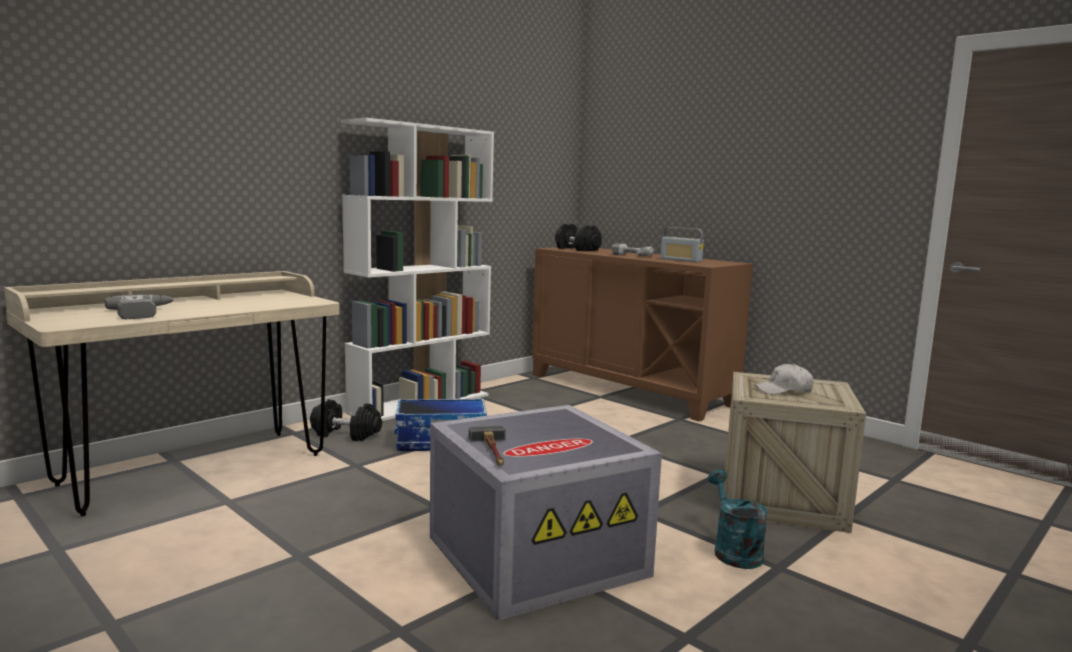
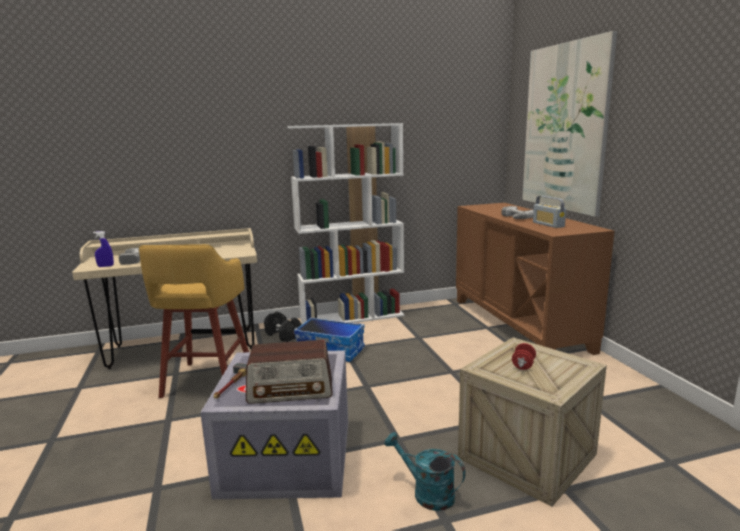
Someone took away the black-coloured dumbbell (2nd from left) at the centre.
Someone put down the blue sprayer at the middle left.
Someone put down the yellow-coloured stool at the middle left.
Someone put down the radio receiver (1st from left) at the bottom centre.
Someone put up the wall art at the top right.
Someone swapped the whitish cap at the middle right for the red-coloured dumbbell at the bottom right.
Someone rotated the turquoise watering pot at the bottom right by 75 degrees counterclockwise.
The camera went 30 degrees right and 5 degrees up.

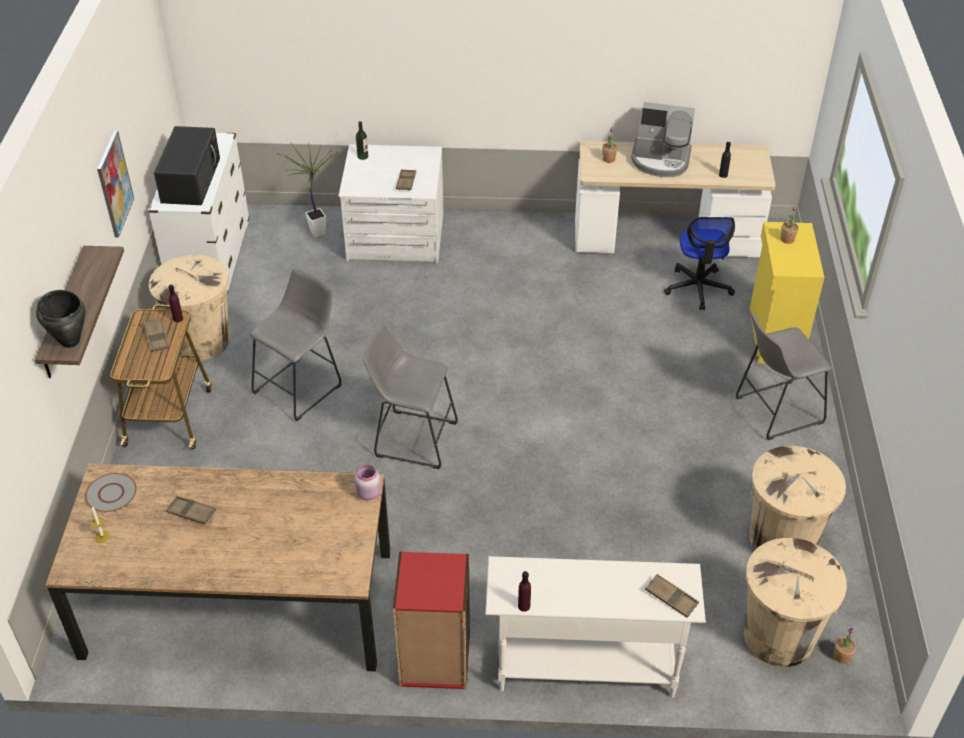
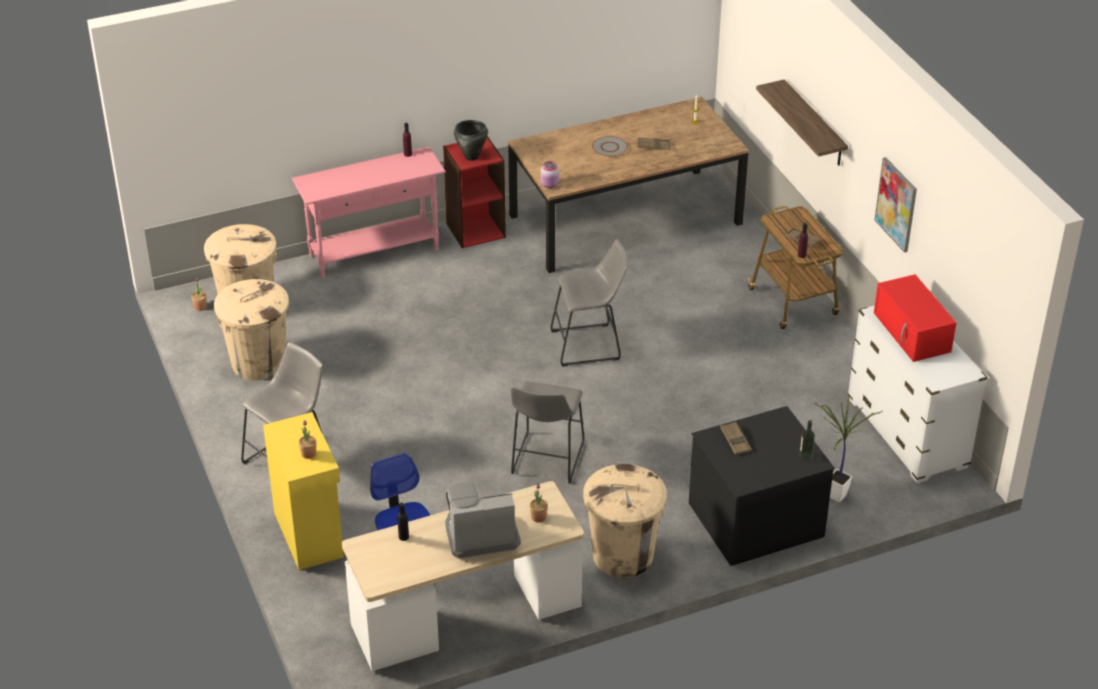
Someone took away the brown-coloured serving tray (4th from left) at the bottom right.
Someone carried the black-coloured saucepot from the middle left to the top centre.
Someone carried the gray flat dish from the bottom left to the top centre.
Someone carried the beige-coloured rubbish bin (1st from left in the first image) from the middle left to the bottom centre.
Someone carried the gray stool (1st from left in the first image) from the middle left to the centre.
Someone repainted the black-coloured microwave oven at the top left, which became the red-coloured microwave oven at the middle right.
Someone repainted the whitish drawer chest (2nd from left) at the top centre, which became the black-coloured drawer chest at the bottom right.
Someone repainted the whitish console table at the bottom centre, which became the pinkish console table at the top centre.
The camera went 155 degrees right and 5 degrees down.

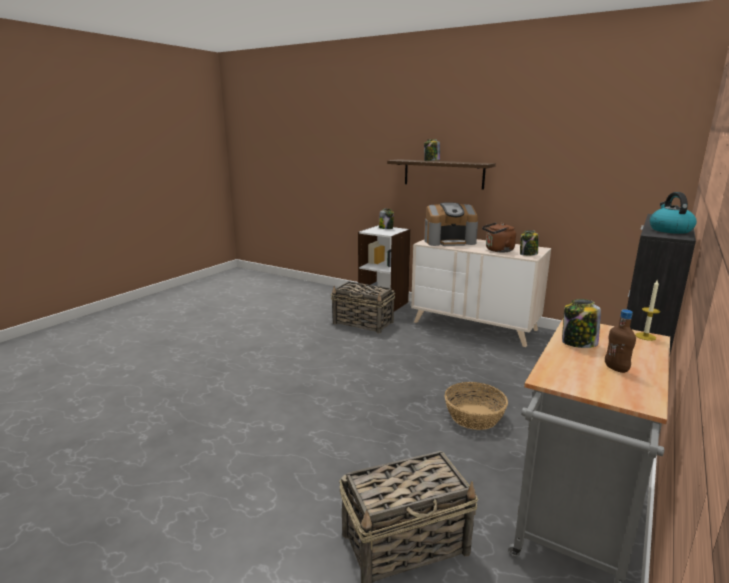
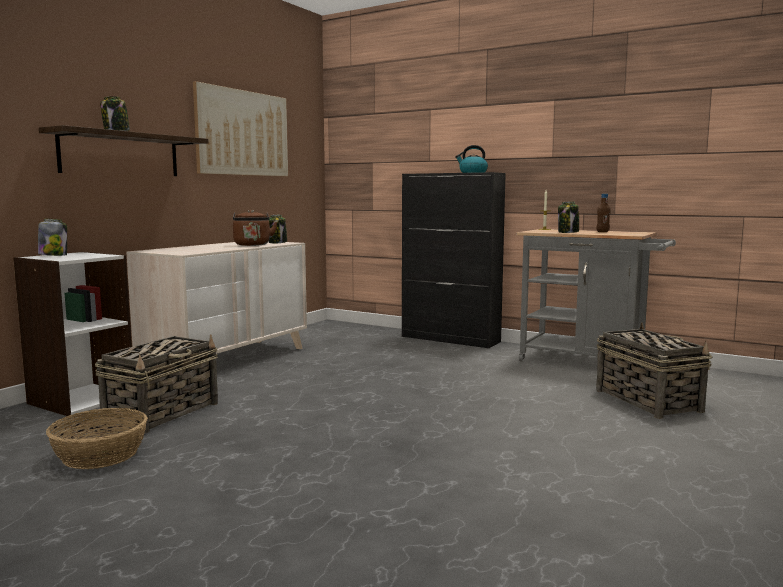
Someone took away the coffee maker at the centre.
Someone put up the wall art at the top left.
Someone carried the storage basket (3rd from left in the first image) from the bottom centre to the bottom left.
The camera went 90 degrees left and 10 degrees down.

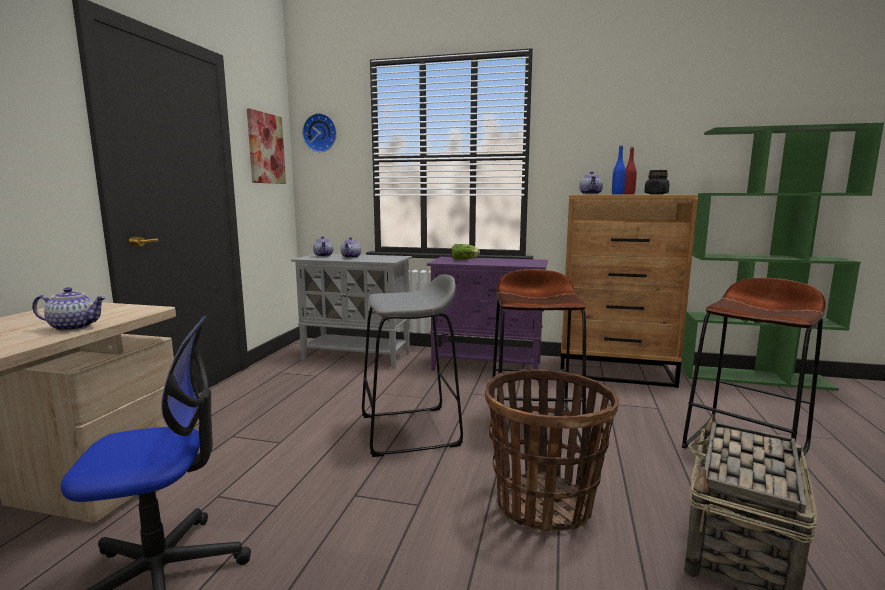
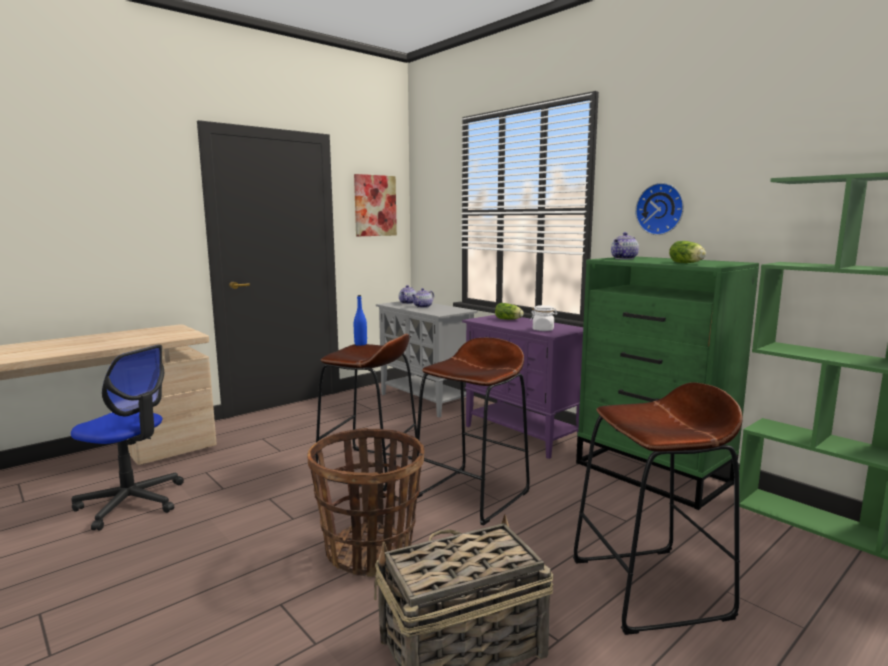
Someone took away the teapot (1st from left) at the middle left.
Someone took away the red-coloured bottle at the top right.
Someone put down the whitish storage jar at the centre.
Someone carried the wall clock from the top centre to the top right.
Someone carried the blue bottle from the top right to the centre.
Someone swapped the black-coloured storage jar at the top right for the head of lettuce (2nd from left) at the middle right.
Someone repainted the gray stool at the centre, which became the brown-coloured stool (1st from left) at the centre.
Someone repainted the brown-coloured drawer chest at the middle right, which became the green drawer chest at the middle right.
The camera went 35 degrees right and 0 degrees up.

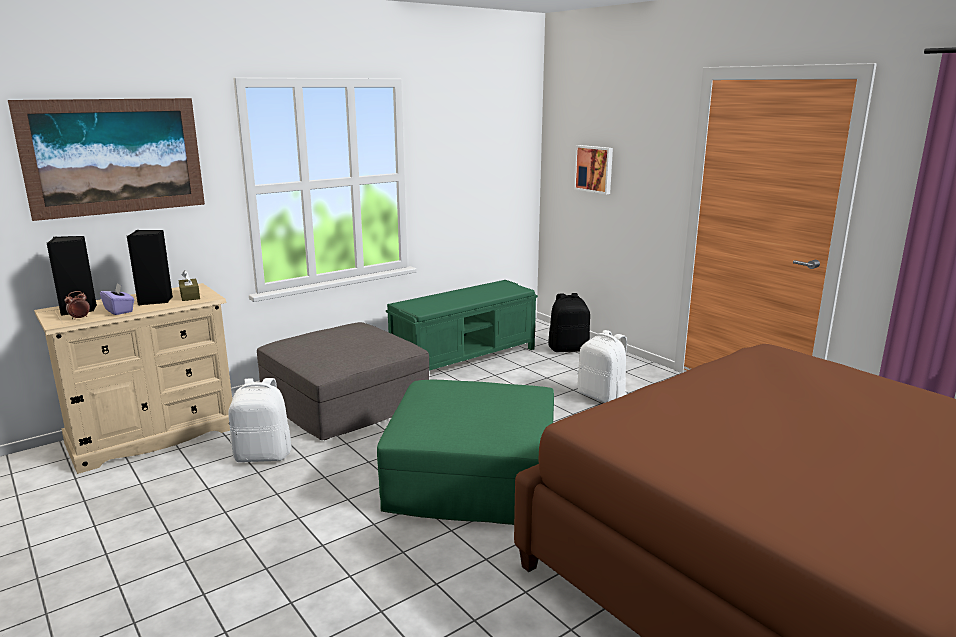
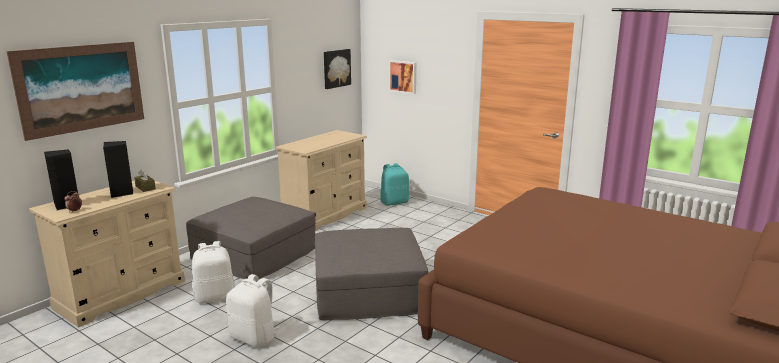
Someone took away the purple-coloured box of tissues at the middle left.
Someone put up the wall art (2nd from left) at the top centre.
Someone carried the whitish knapsack (2nd from left) from the centre to the bottom left.
Someone swapped the green indoor bench at the centre for the beige-coloured drawer chest (2nd from left) at the centre.
Someone repainted the green ottoman at the bottom centre, which became the gray ottoman (2nd from left) at the bottom centre.
Someone repainted the black-coloured knapsack at the centre, which became the turquoise knapsack at the centre.
The camera went 15 degrees left and 0 degrees up.

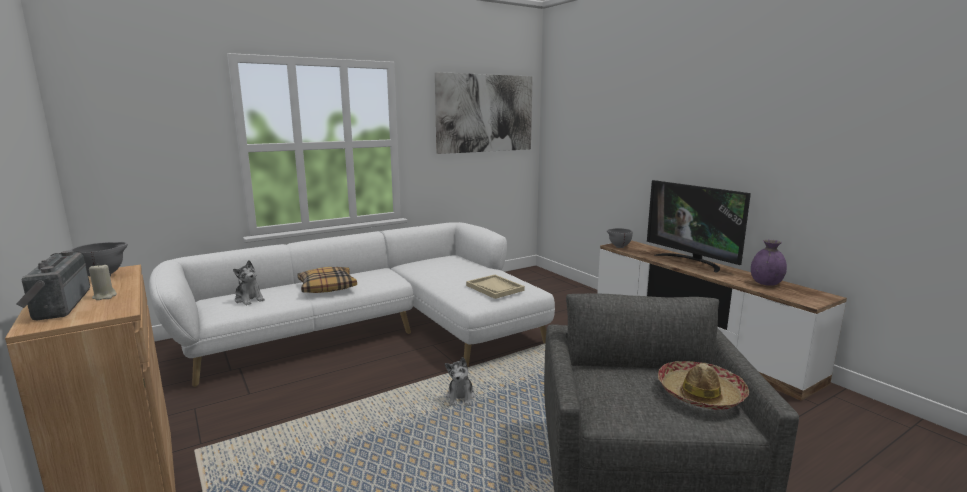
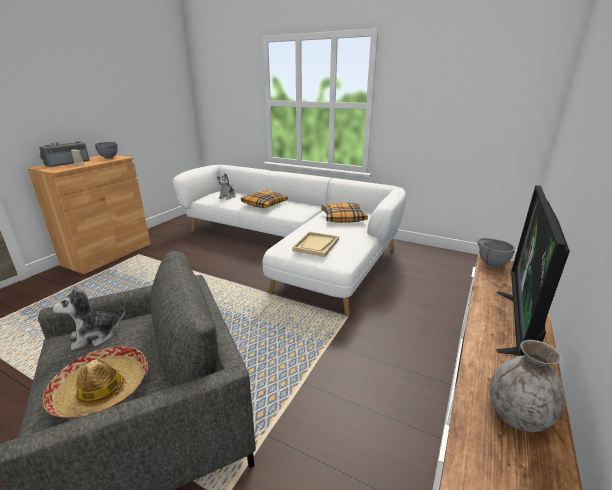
Someone took away the wall art at the top centre.
Someone put down the throw pillow (2nd from left) at the centre.
Someone carried the soft toy (2nd from left in the first image) from the bottom centre to the middle left.
Someone repainted the purple-coloured flower vase at the middle right, which became the gray flower vase at the bottom right.
The camera went 60 degrees right and 10 degrees up.

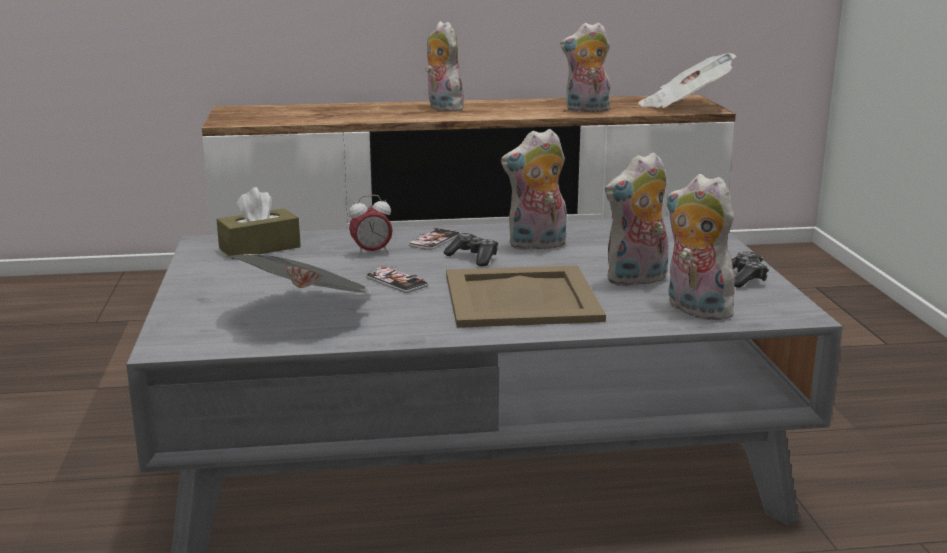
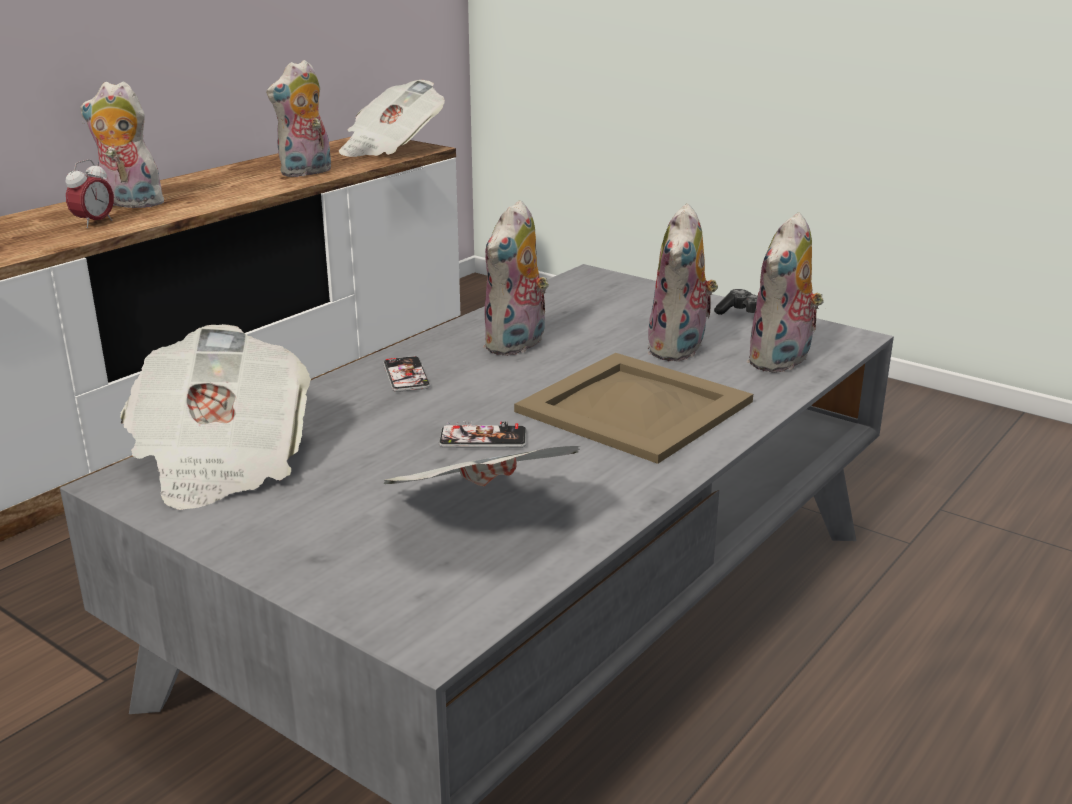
Someone took away the gamepad (1st from left) at the centre.
Someone carried the bedside clock from the centre to the top left.
Someone swapped the brown-coloured box of tissues at the middle left for the newspaper (1st from left) at the middle left.
Someone rotated the soft toy (5th from left) at the middle right by 60 degrees counterclockwise.
The camera went 45 degrees left and 5 degrees up.

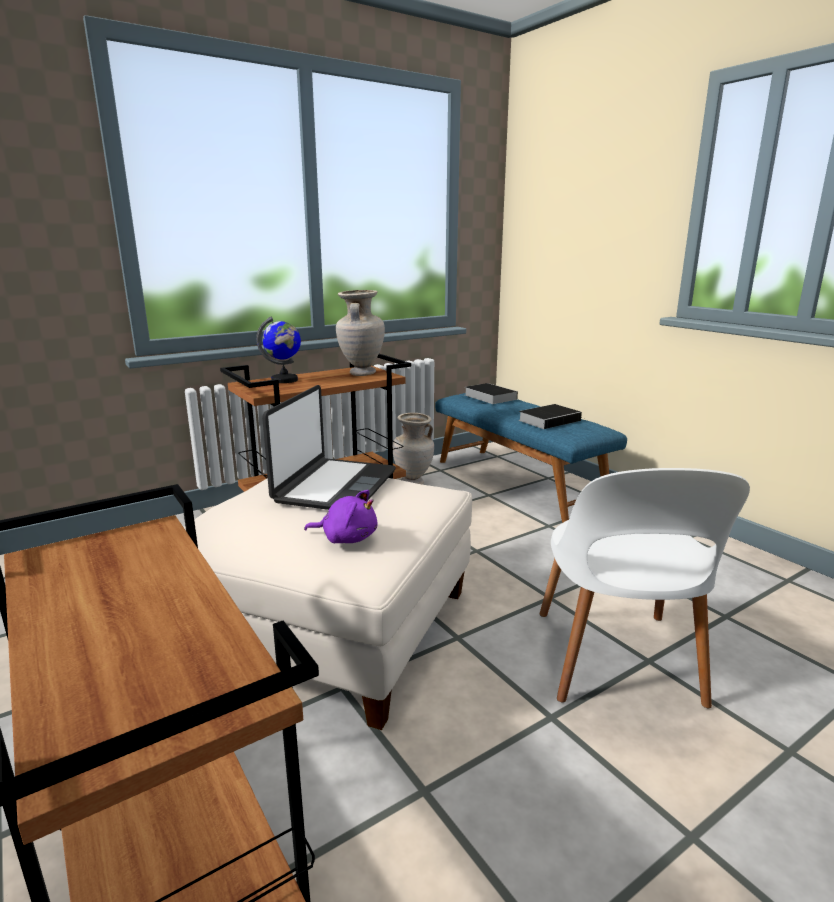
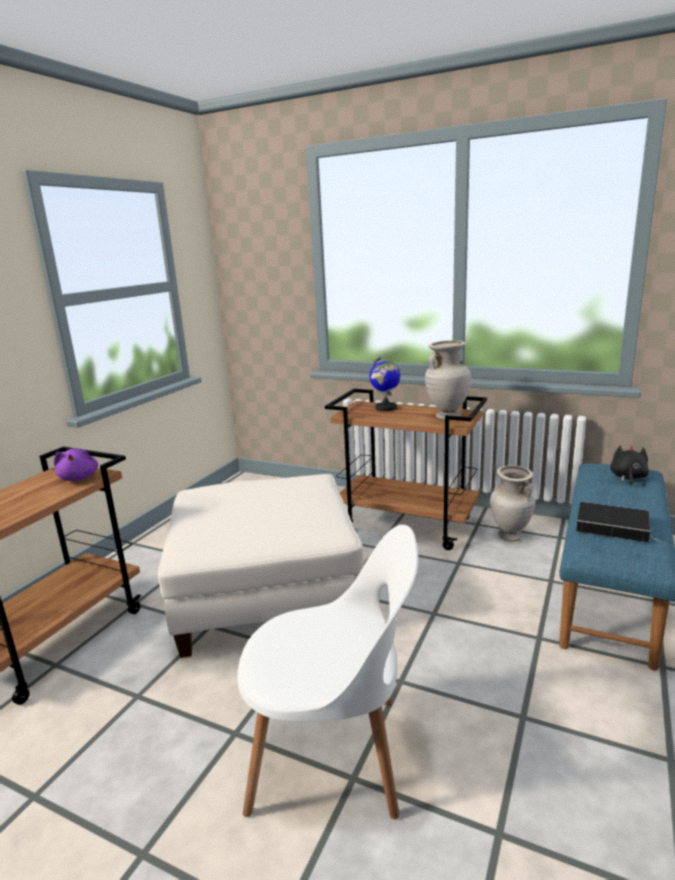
Someone took away the laptop at the centre.
Someone carried the purple-coloured soft toy from the centre to the middle left.
Someone swapped the book (1st from left) at the centre for the black-coloured soft toy at the middle right.
Someone rotated the whitish upright chair at the middle right by 150 degrees counterclockwise.
The camera went 60 degrees right and 0 degrees up.

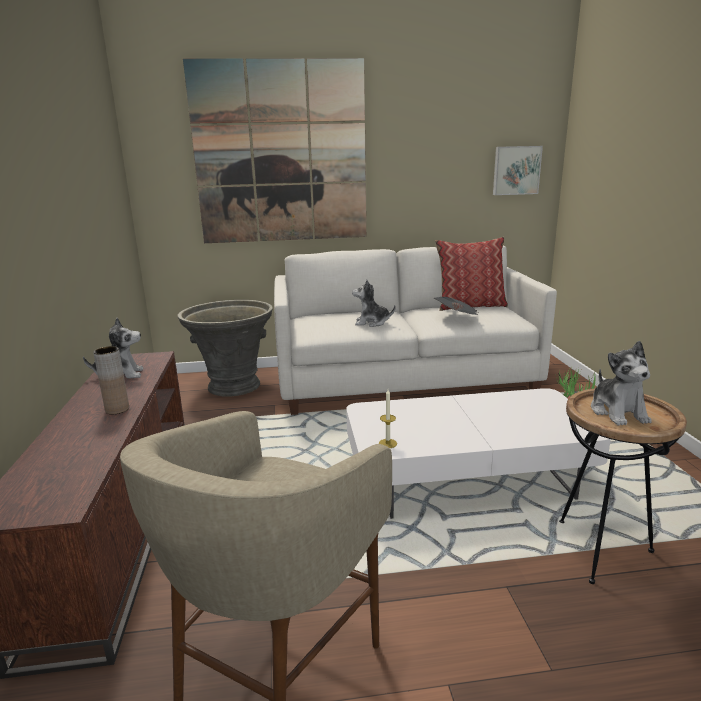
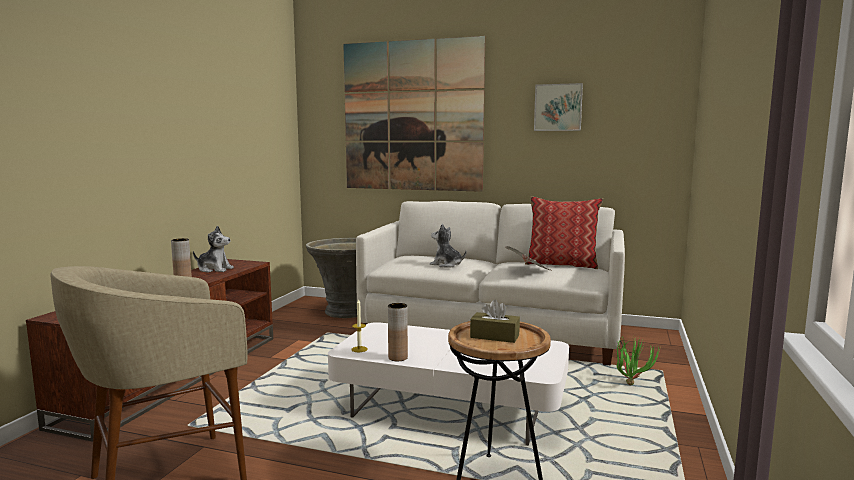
Someone put down the brown-coloured flower vase (2nd from left) at the bottom centre.
Someone carried the wall art (2nd from left) from the top right to the top centre.
Someone swapped the soft toy (3rd from left) at the middle right for the brown-coloured box of tissues at the bottom centre.
The camera went 25 degrees right and 10 degrees down.

